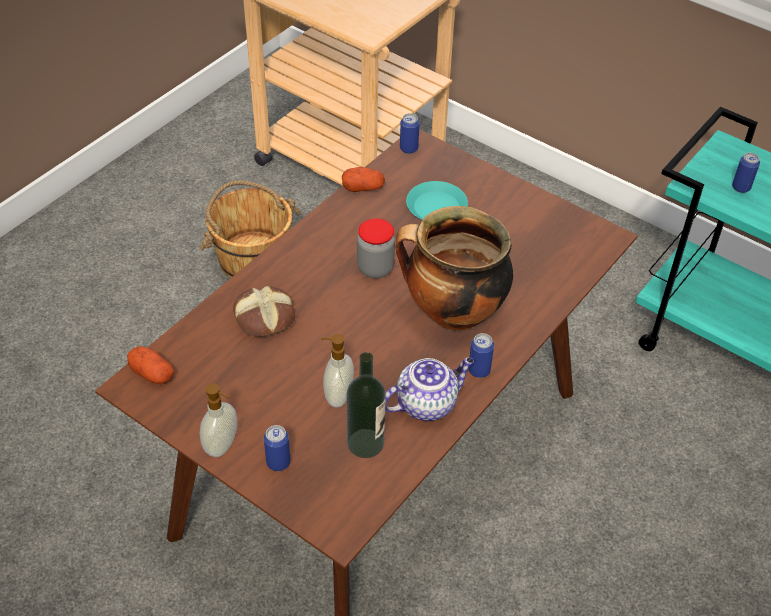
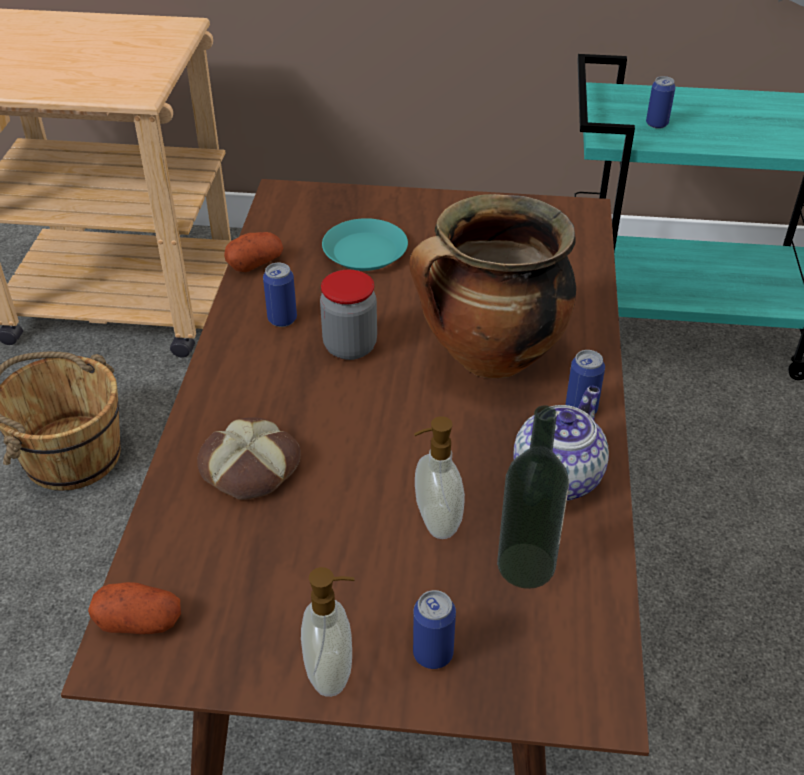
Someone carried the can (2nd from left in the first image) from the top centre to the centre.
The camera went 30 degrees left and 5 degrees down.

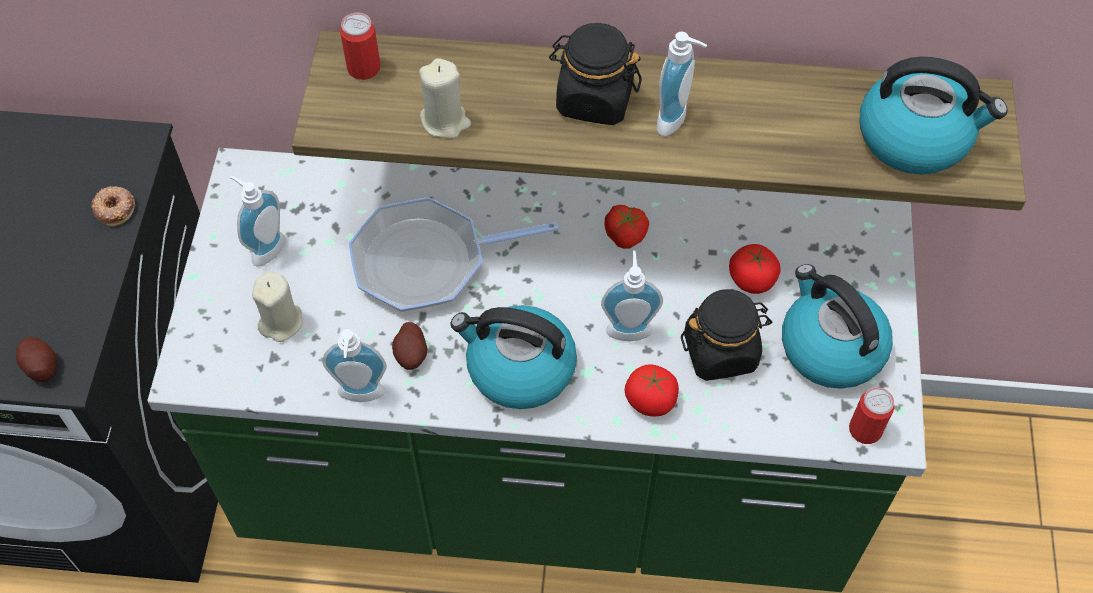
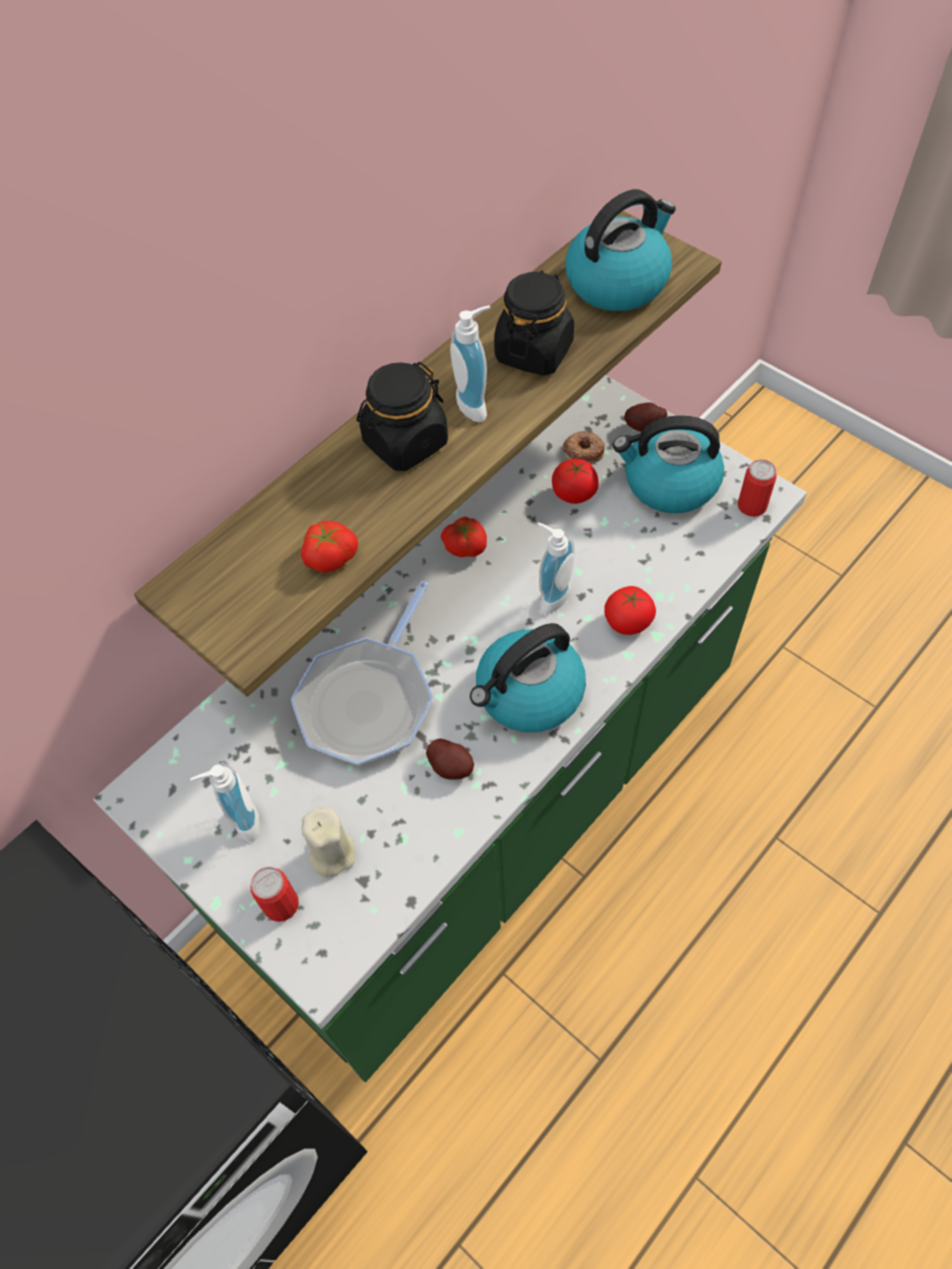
Someone took away the liquid soap bottle (2nd from left) at the middle left.
Someone carried the potato (1st from left in the first image) from the middle left to the top right.
Someone carried the doughnut from the middle left to the centre.
Someone carried the can (1st from left) from the top left to the bottom left.
Someone carried the black-coloured storage jar (2nd from left) from the centre to the top centre.
Someone swapped the beige-coloured candle (2nd from left) at the top centre for the whole tomato (1st from left) at the centre.
The camera went 50 degrees left and 0 degrees up.

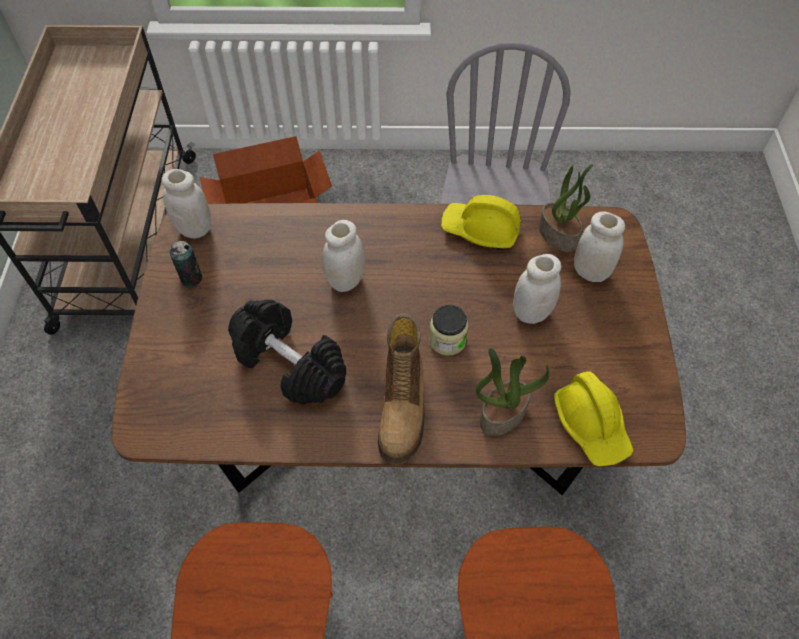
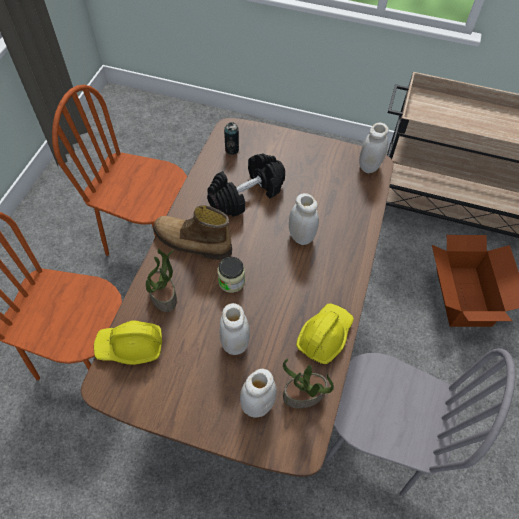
Someone carried the can from the middle left to the top centre.
The camera went 105 degrees right and 0 degrees up.

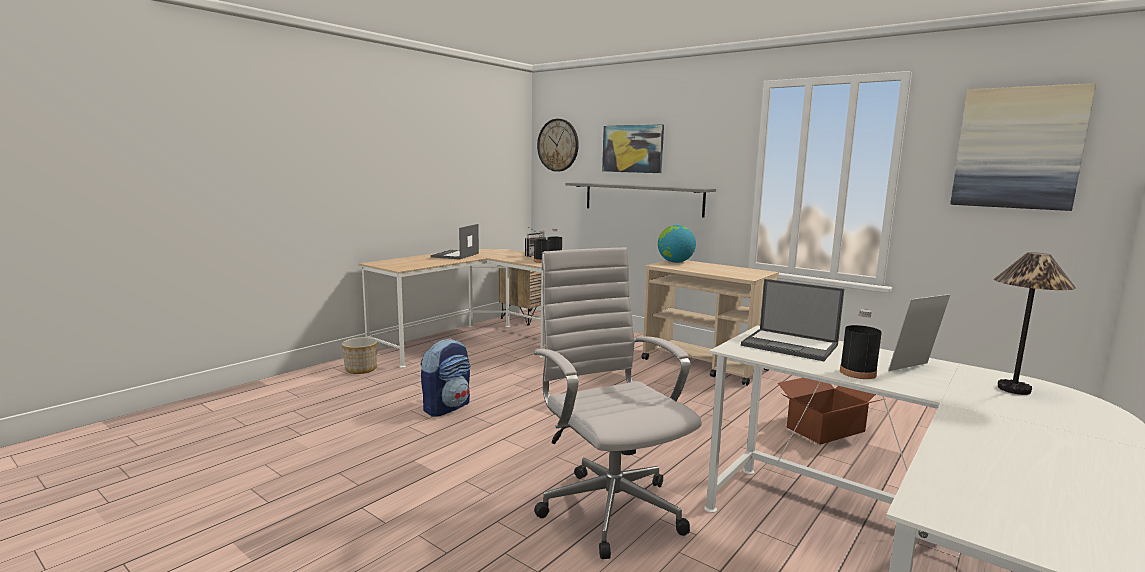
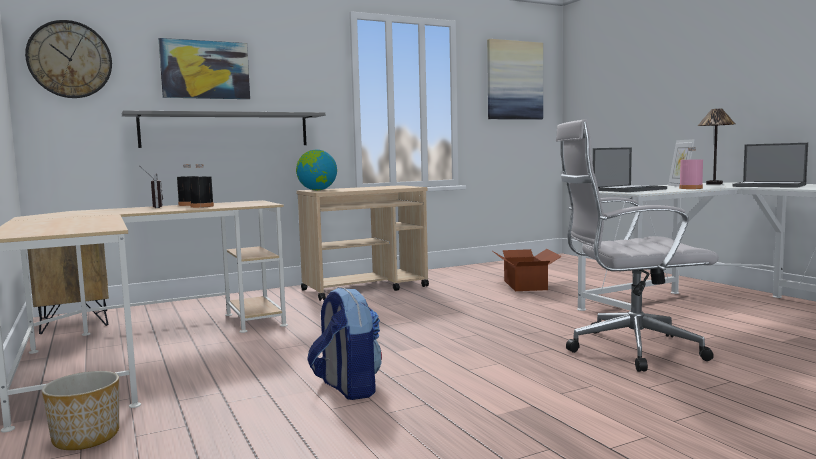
Someone carried the laptop (1st from left in the first image) from the centre to the middle right.
Someone repainted the black-coloured bottle (3rd from left) at the middle right, which became the pinkish bottle at the middle right.
The camera went 65 degrees left and 5 degrees down.

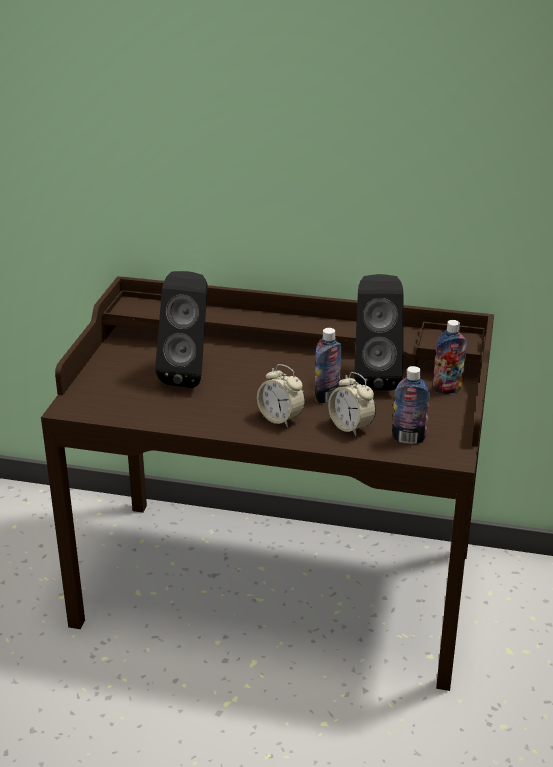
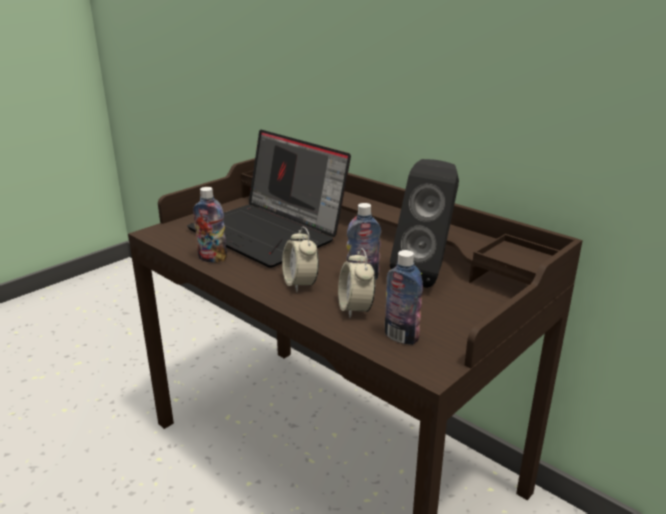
Someone carried the bottle (3rd from left in the first image) from the middle right to the middle left.
Someone swapped the black-coloured loudspeaker (1st from left) at the middle left for the laptop at the centre.
The camera went 30 degrees right and 5 degrees down.

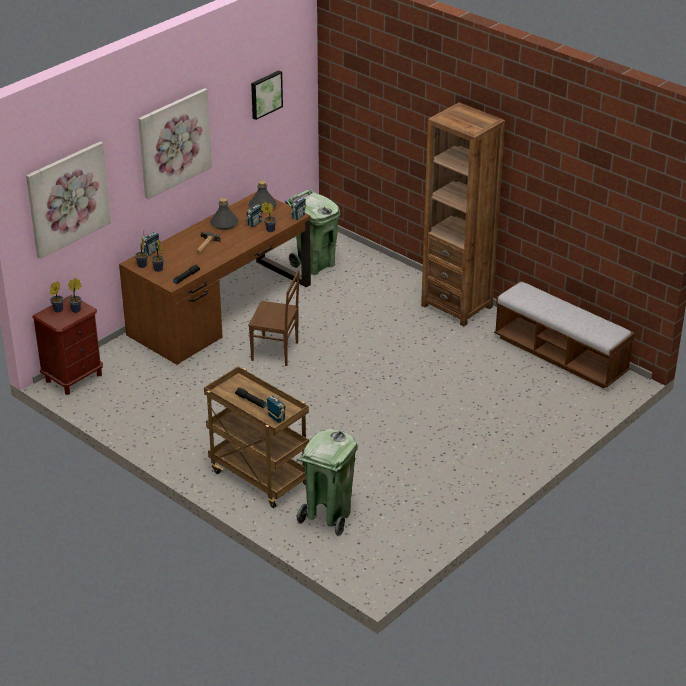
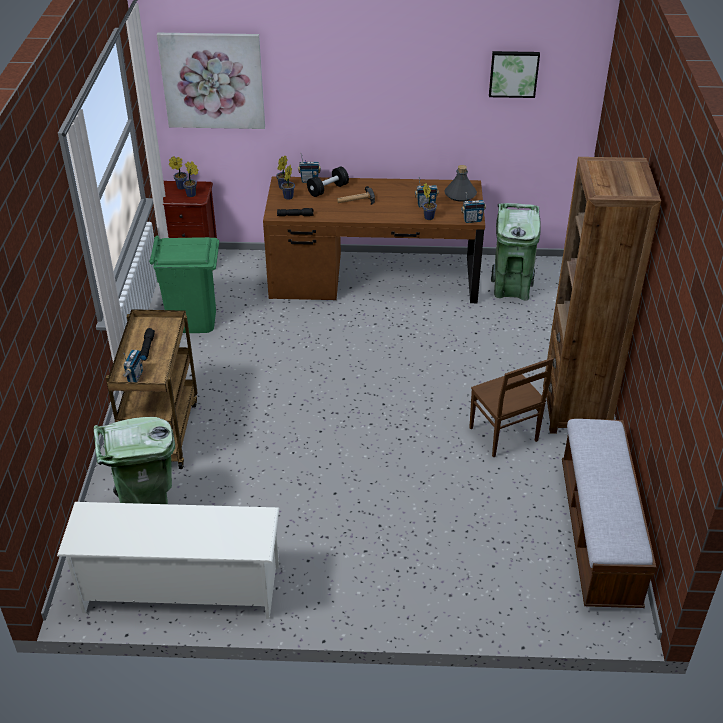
Someone took away the wall art (2nd from left) at the top left.
Someone took away the gray bottle (1st from left) at the top left.
Someone put down the whitish shoe shelf at the bottom left.
Someone put down the green rubbish bin (2nd from left) at the middle left.
Someone put down the black-coloured dumbbell at the top centre.
Someone carried the brown-coloured upright chair from the centre to the middle right.
The camera went 50 degrees right and 5 degrees up.

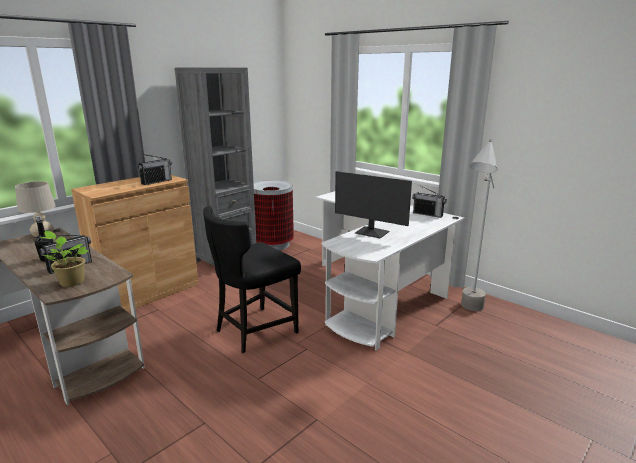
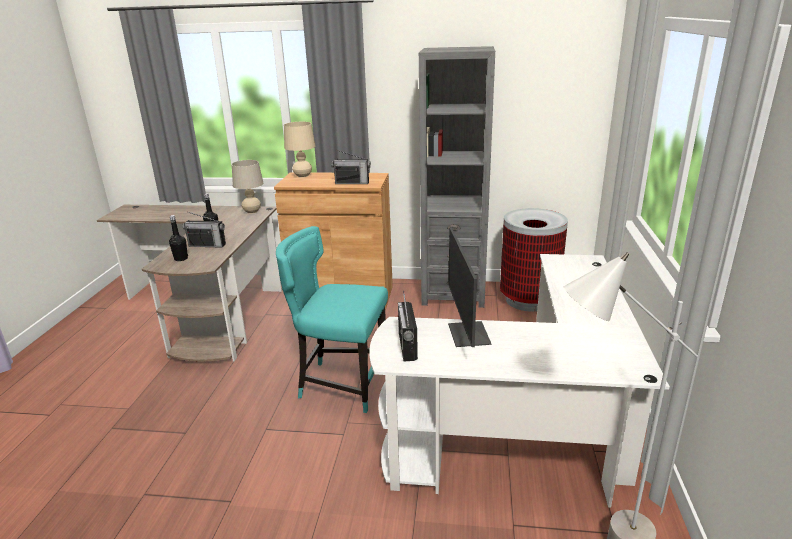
Someone put down the beige-coloured tabletop lamp (2nd from left) at the top centre.
Someone carried the radio receiver (3rd from left) from the middle right to the centre.
Someone swapped the houseplant at the middle left for the black-coloured bottle (1st from left) at the middle left.
Someone repainted the black-coloured upright chair at the centre, which became the turquoise upright chair at the centre.
The camera went 55 degrees right and 5 degrees up.

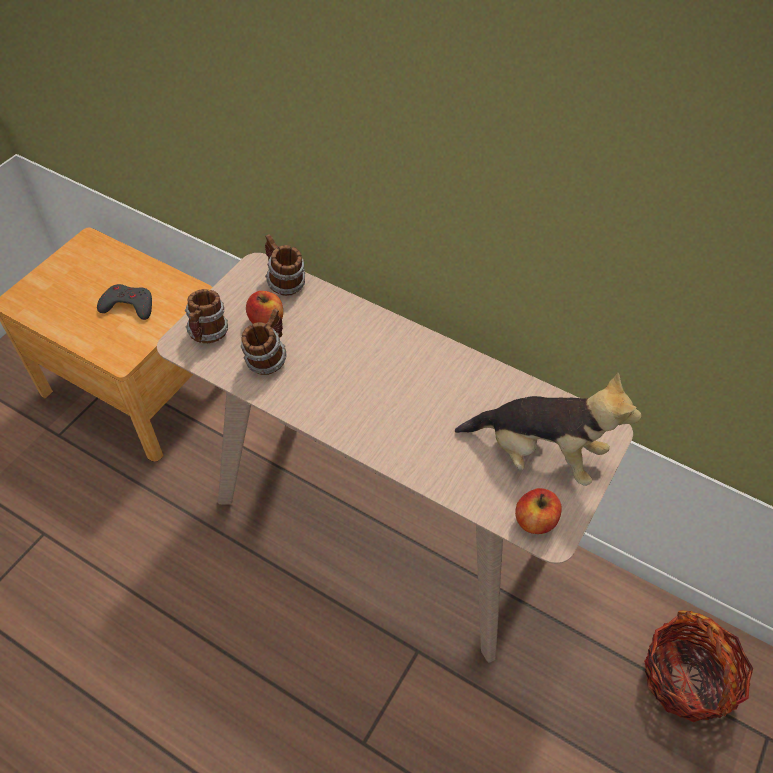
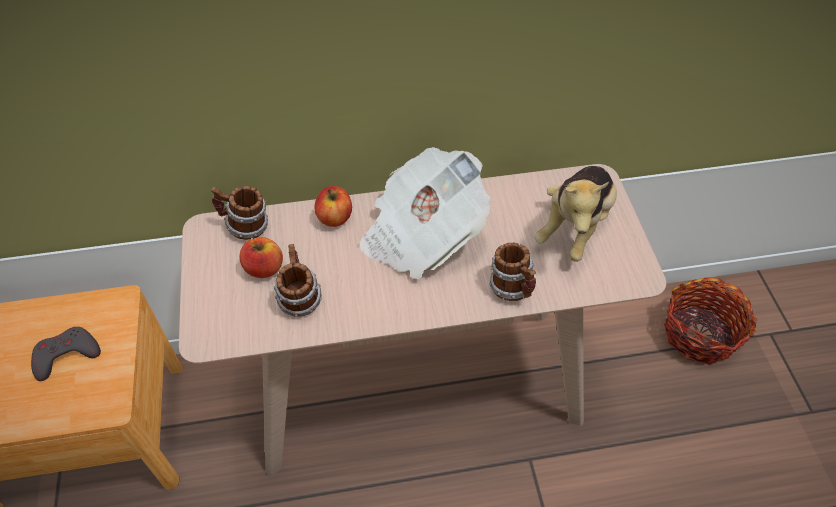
Someone put down the newspaper at the centre.
Someone carried the mug (1st from left in the first image) from the middle left to the centre.
Someone carried the whole apple (2nd from left) from the middle right to the centre.
Someone rotated the soft toy at the middle right by 135 degrees clockwise.
The camera went 40 degrees left and 0 degrees up.

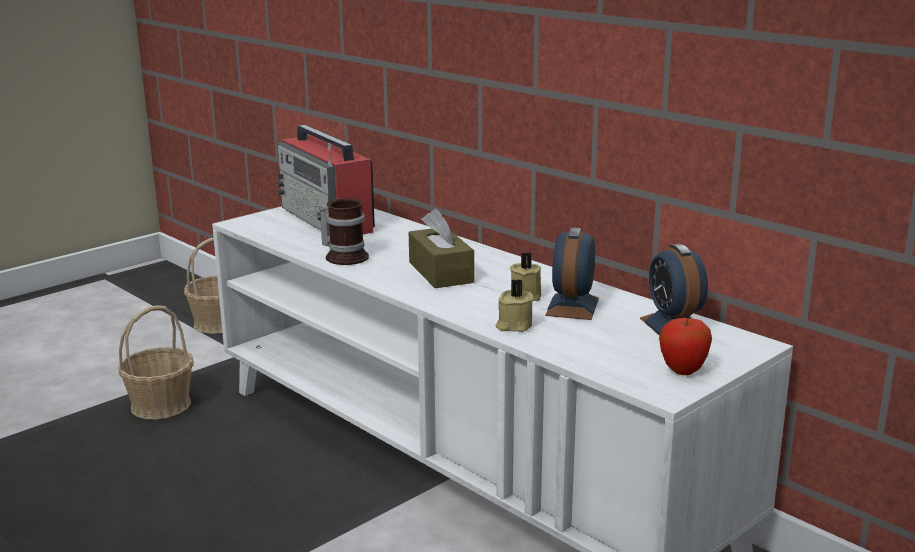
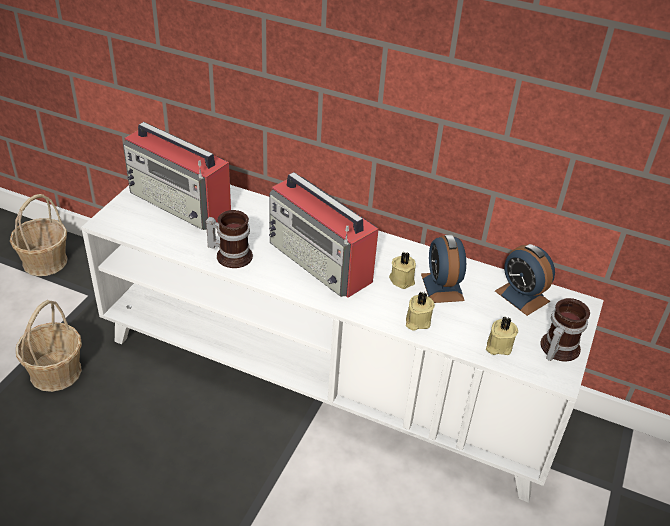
Someone put down the beige-coloured candle (3rd from left) at the middle right.
Someone swapped the brown-coloured box of tissues at the centre for the radio receiver (2nd from left) at the centre.
Someone swapped the whole apple at the middle right for the mug (2nd from left) at the middle right.
The camera went 25 degrees left and 20 degrees up.

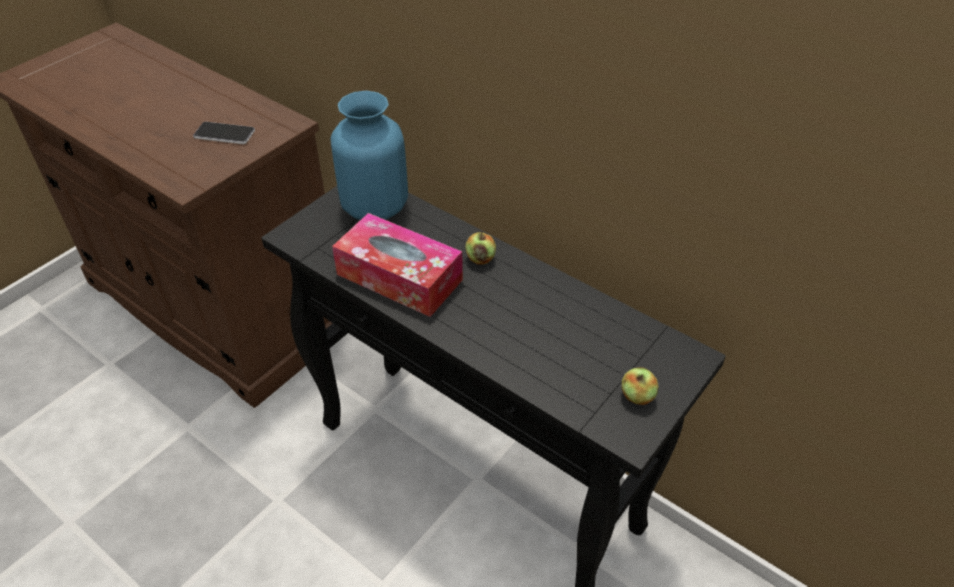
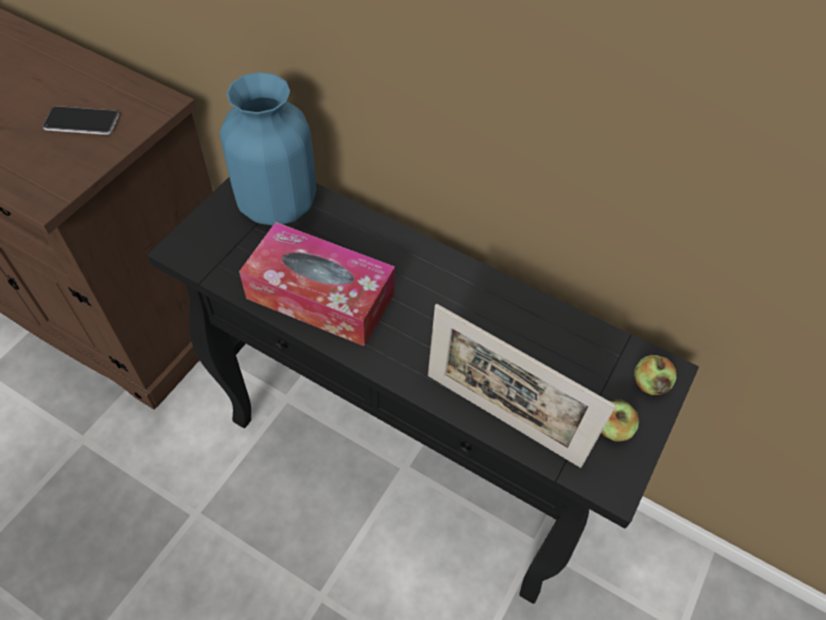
Someone put down the picture frame at the centre.
Someone carried the whole apple (1st from left in the first image) from the centre to the middle right.
The camera went 10 degrees left and 10 degrees up.

